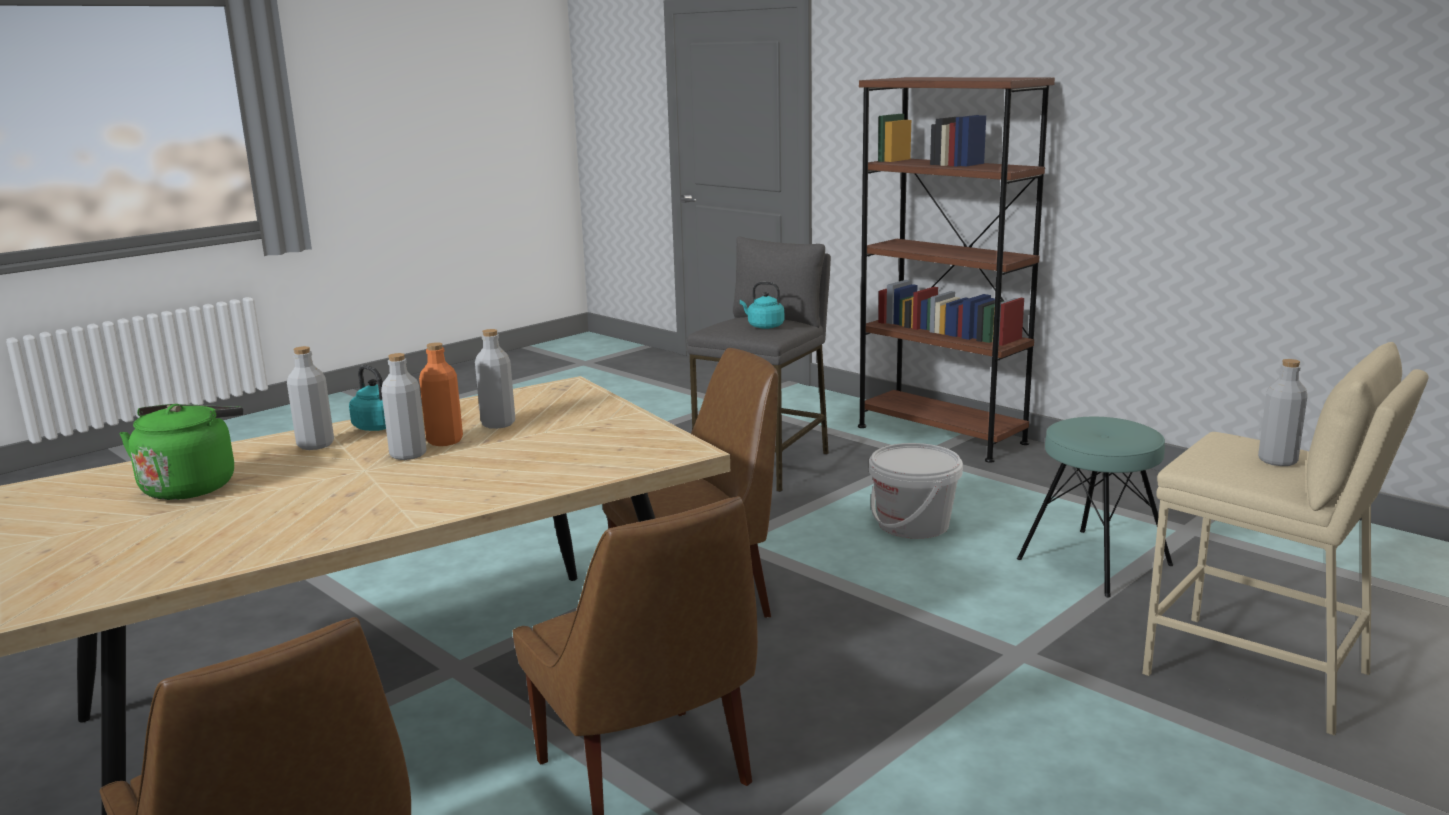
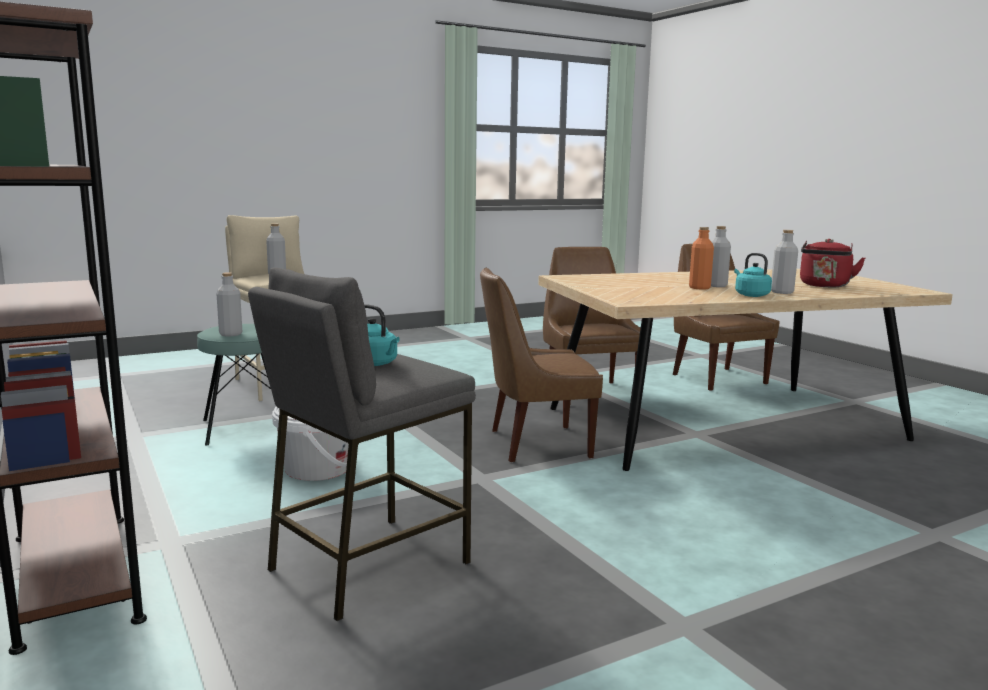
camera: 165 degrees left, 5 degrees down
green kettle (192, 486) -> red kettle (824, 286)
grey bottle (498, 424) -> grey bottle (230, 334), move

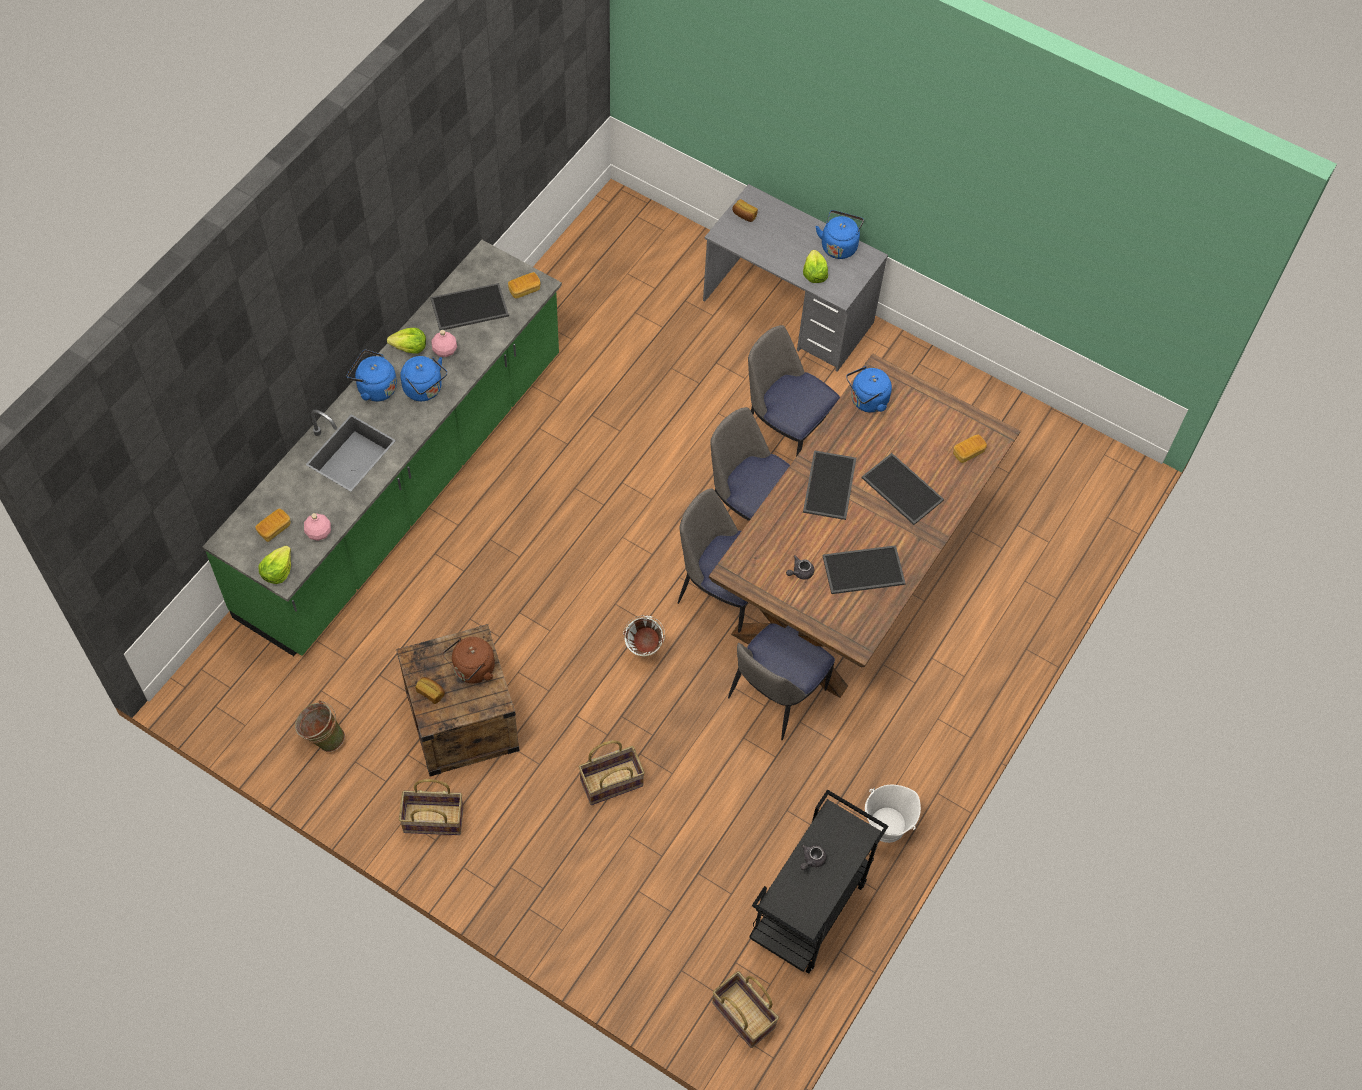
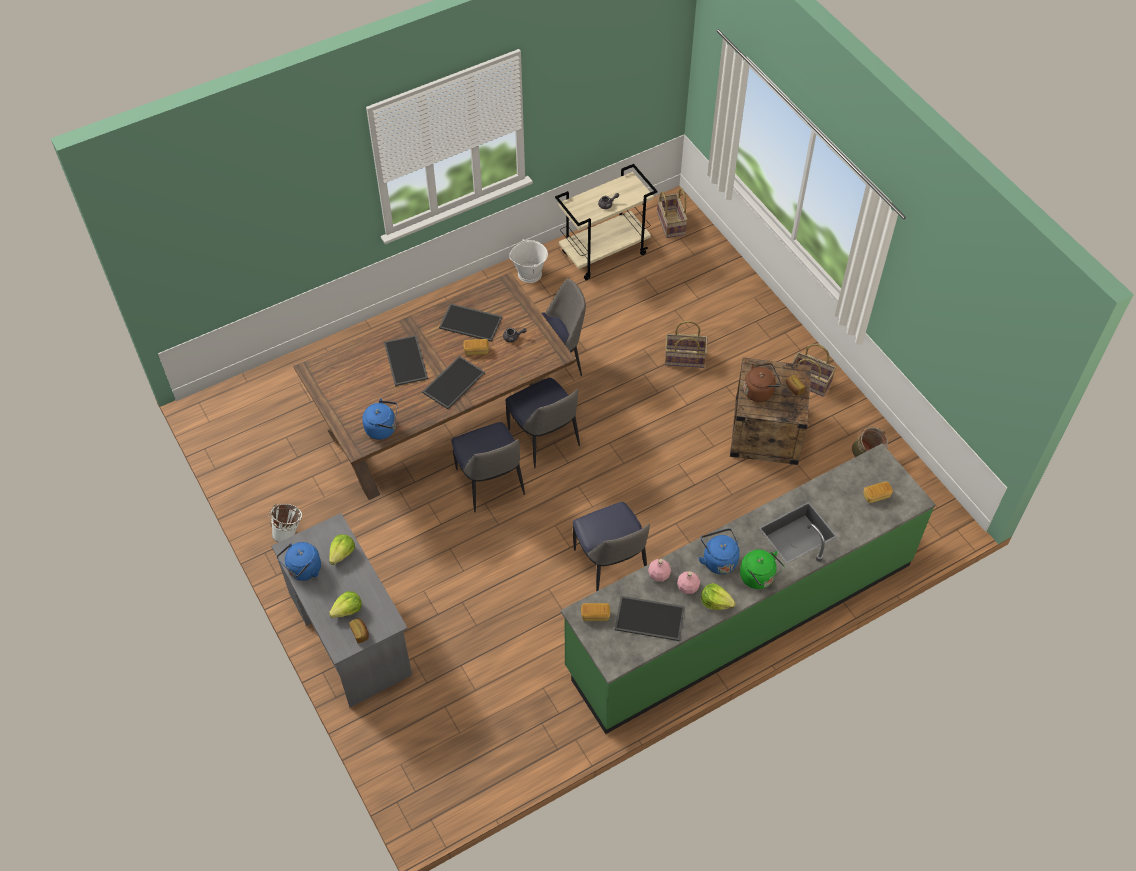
camera: 150 degrees left, 5 degrees down
lettuce (277, 571) -> lettuce (347, 610), move
pink bottle (318, 532) -> pink bottle (659, 575), move
blue kettle (374, 388) -> green kettle (759, 578)
white bucket (643, 651) -> white bucket (289, 533), move
chair (784, 433) -> chair (611, 565), move
black cart (808, 912) -> beige cart (604, 252)
bread (968, 453) -> bread (476, 350), move

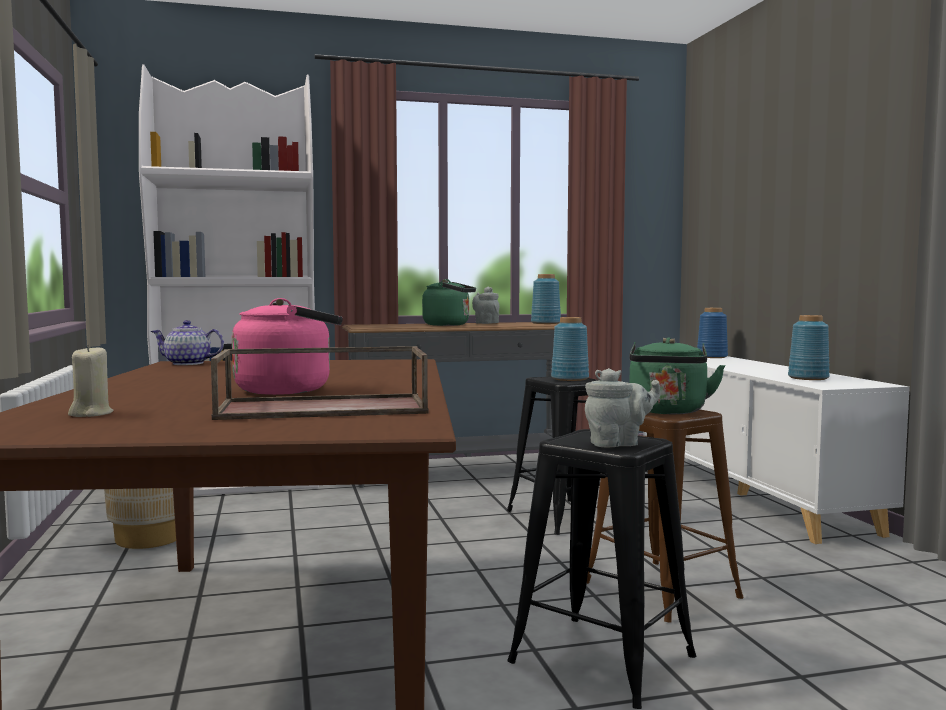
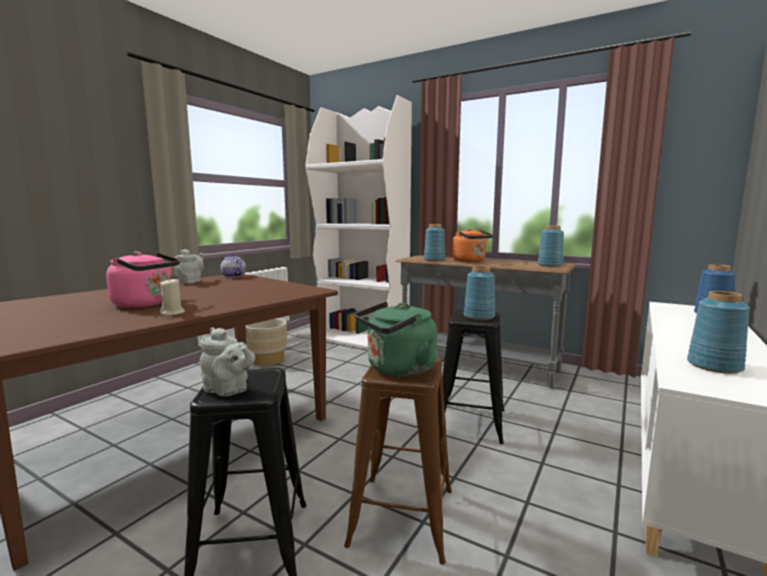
camera: 45 degrees right, 5 degrees up
beige candle (91, 414) -> beige candle (172, 313), move
brown tray (325, 407) -> none
green kettle (449, 325) -> orange kettle (470, 261)
grey teapot (485, 323) -> grey teapot (191, 282), move
none -> blue vase (434, 260)

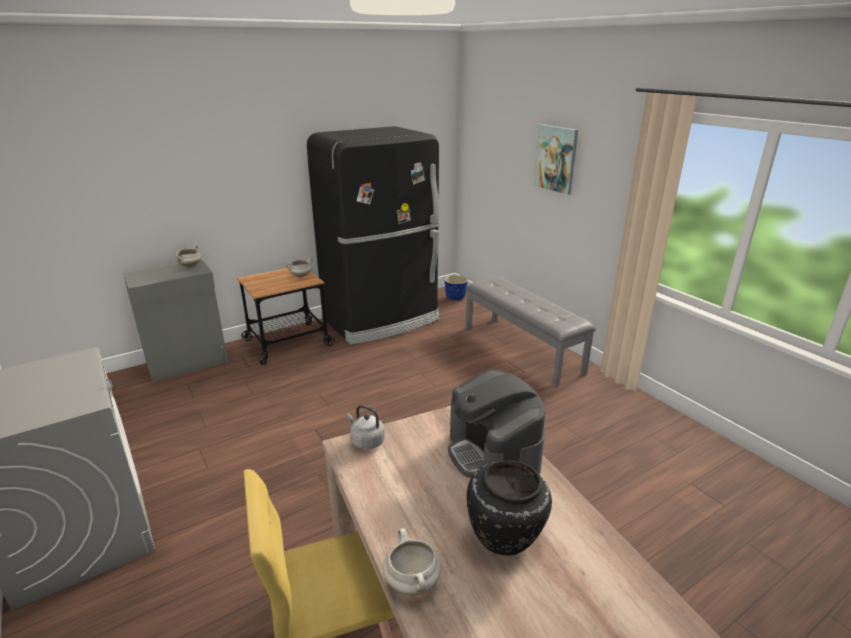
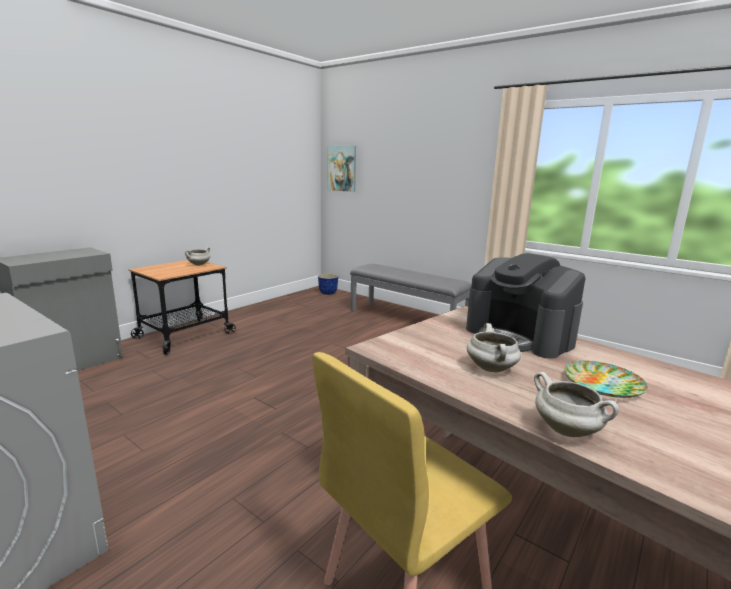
camera: 20 degrees left, 10 degrees down
white cooking pot (190, 266) -> white cooking pot (492, 369), move
black fridge (382, 320) -> none
grey kettle (366, 441) -> none
black vase (505, 538) -> plate (603, 384)
picture (556, 158) -> picture (342, 168), move

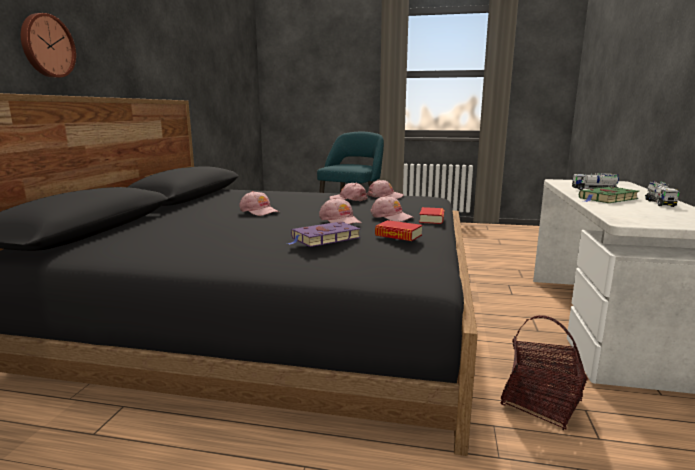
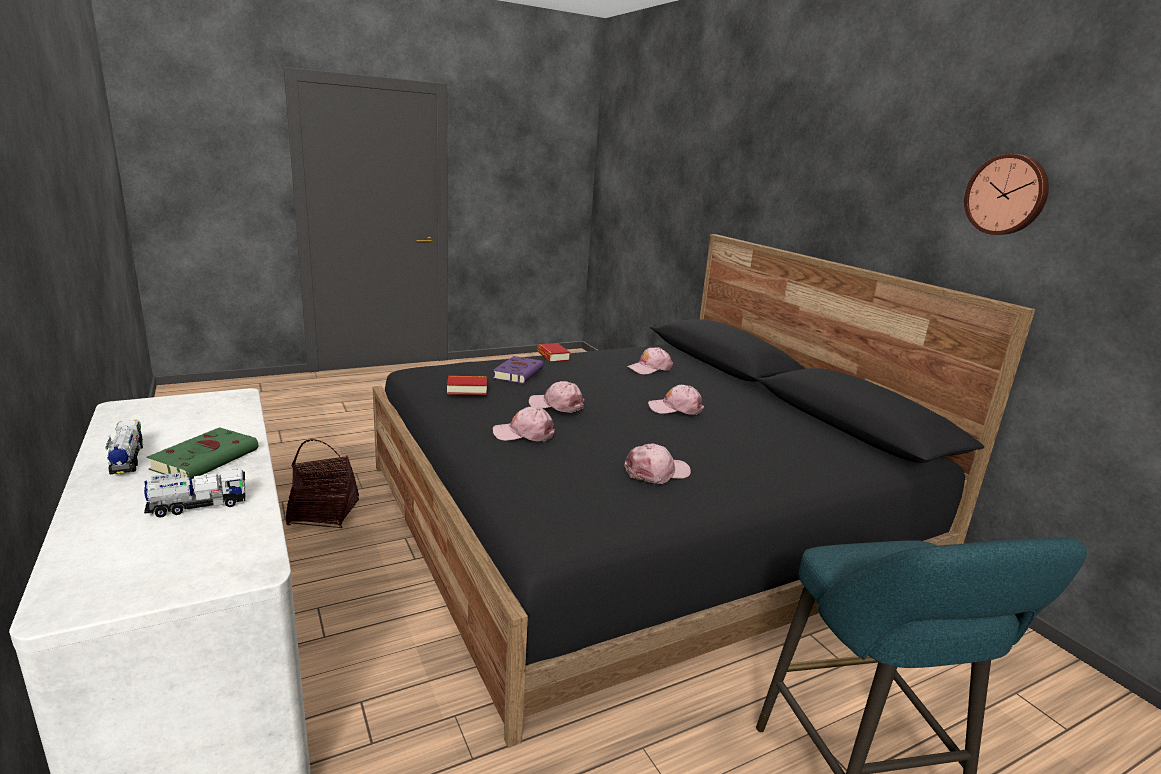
camera: 140 degrees right, 5 degrees up
wall clock (46, 46) -> wall clock (1007, 195), move
pink cap (385, 196) -> pink cap (649, 368), move
book (431, 219) -> book (553, 356), move

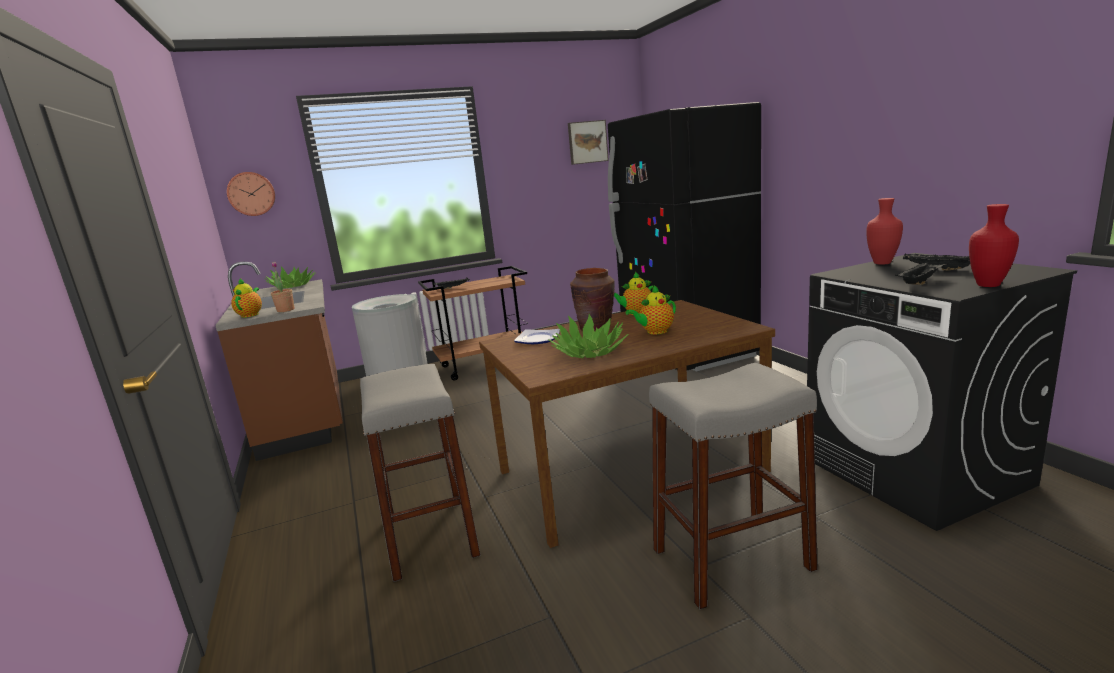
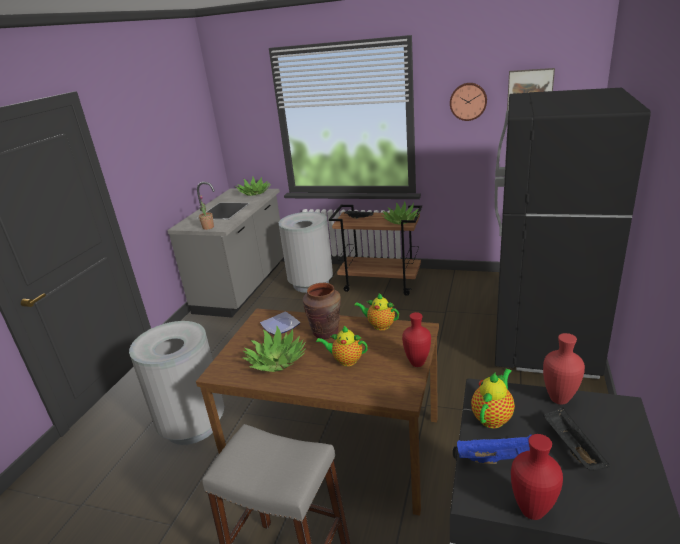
camera: 40 degrees right, 10 degrees up
brown counter (306, 416) -> grey counter (244, 287)
wall clock (251, 194) -> wall clock (468, 101), move
teapot (251, 314) -> teapot (493, 417), move
grey stool (430, 535) -> grey trash can (192, 424)
black tray (920, 282) -> blue tray (499, 458)
none -> potted plant (401, 221)
none -> red vase (416, 363)

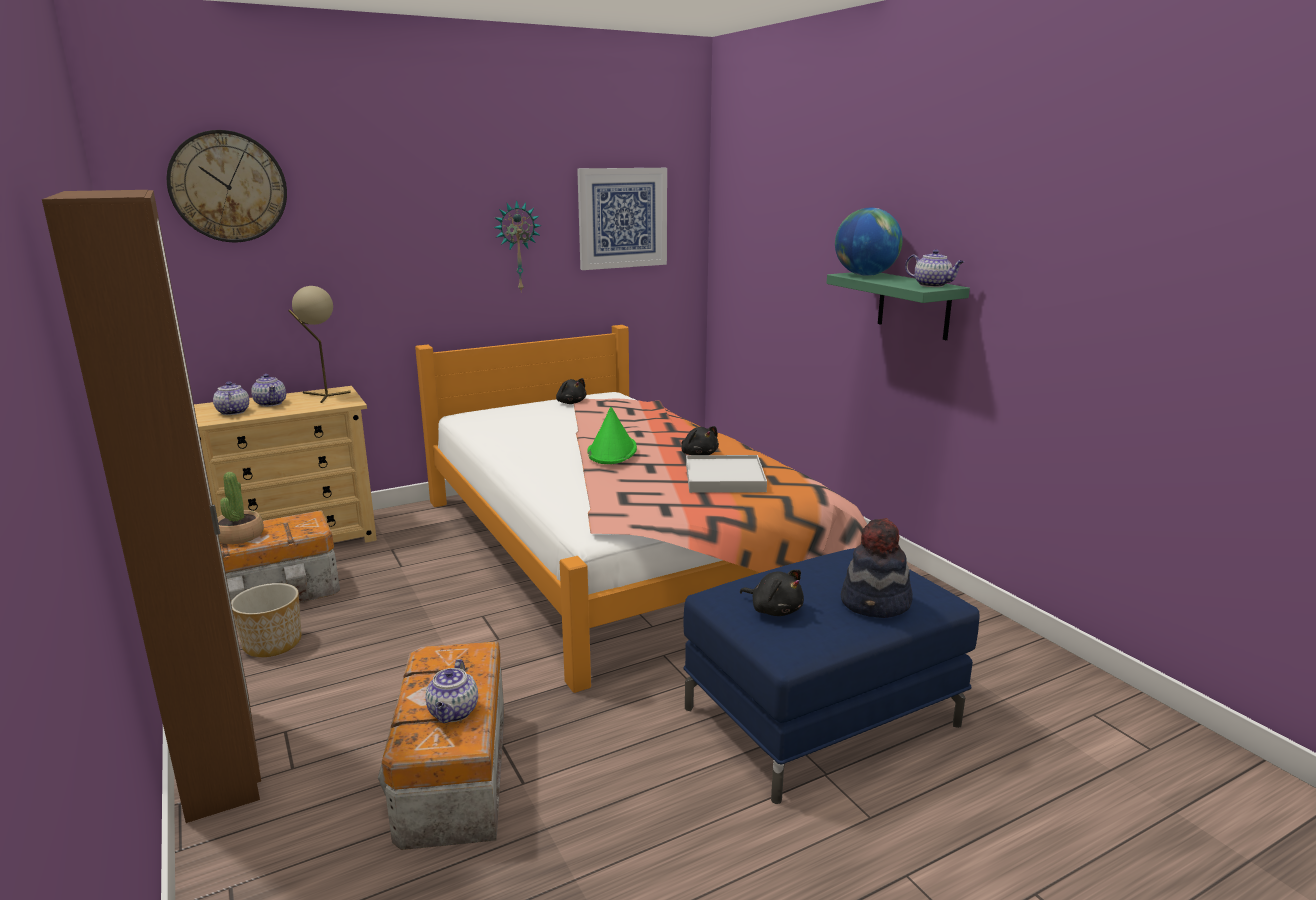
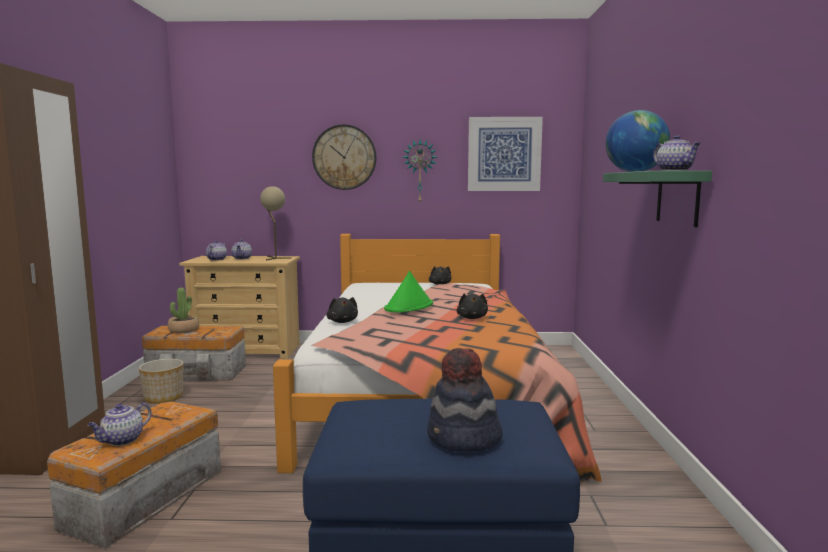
camera: 30 degrees right, 10 degrees down
wall clock (228, 187) -> wall clock (344, 157), move
white tray (724, 478) -> none
black plush toy (774, 610) -> black plush toy (342, 322), move

